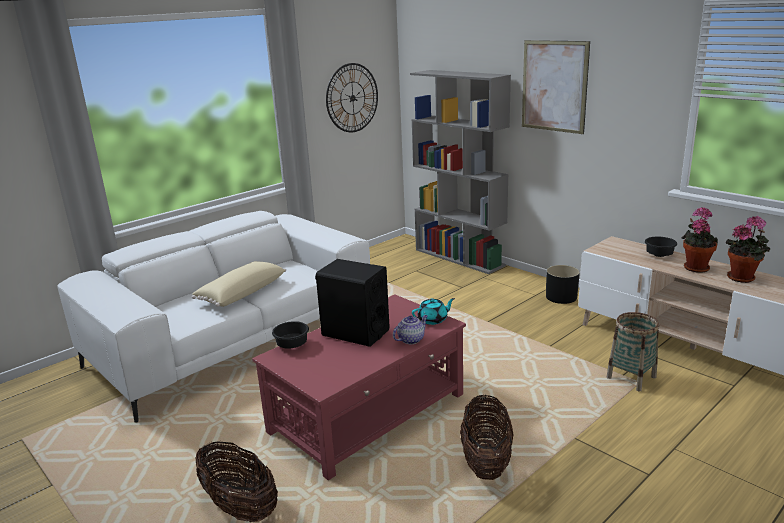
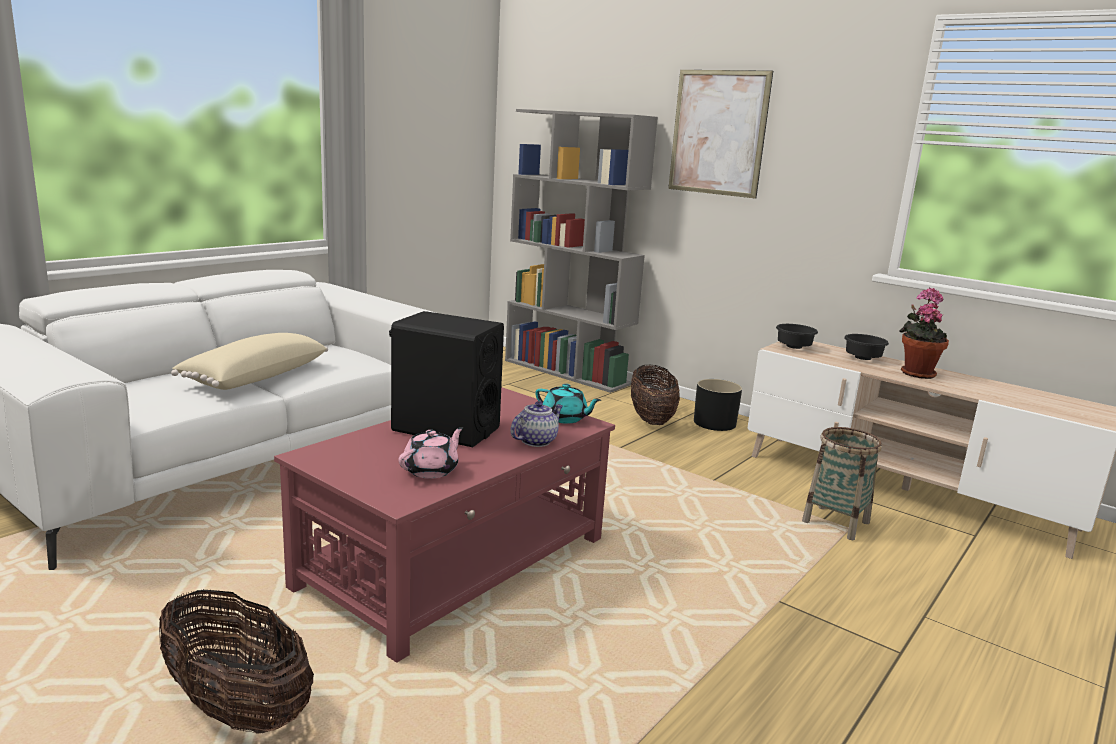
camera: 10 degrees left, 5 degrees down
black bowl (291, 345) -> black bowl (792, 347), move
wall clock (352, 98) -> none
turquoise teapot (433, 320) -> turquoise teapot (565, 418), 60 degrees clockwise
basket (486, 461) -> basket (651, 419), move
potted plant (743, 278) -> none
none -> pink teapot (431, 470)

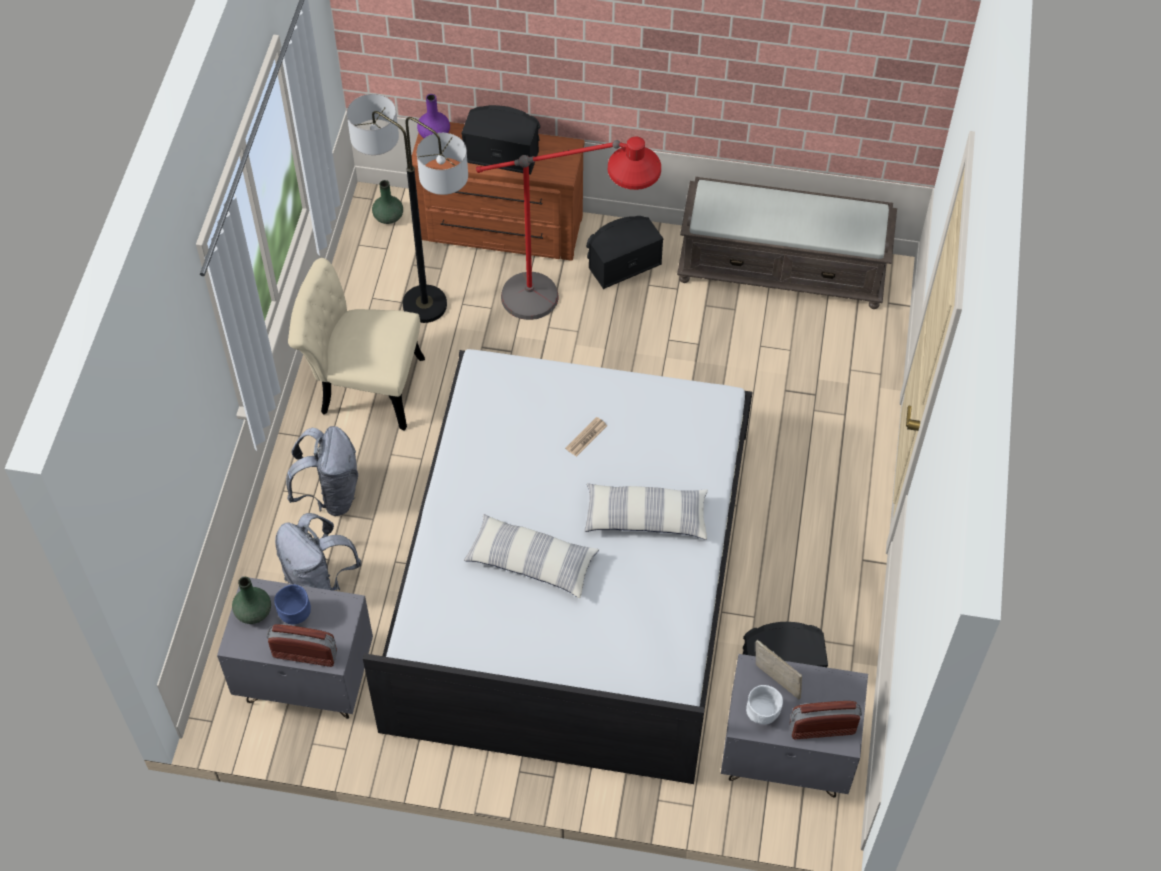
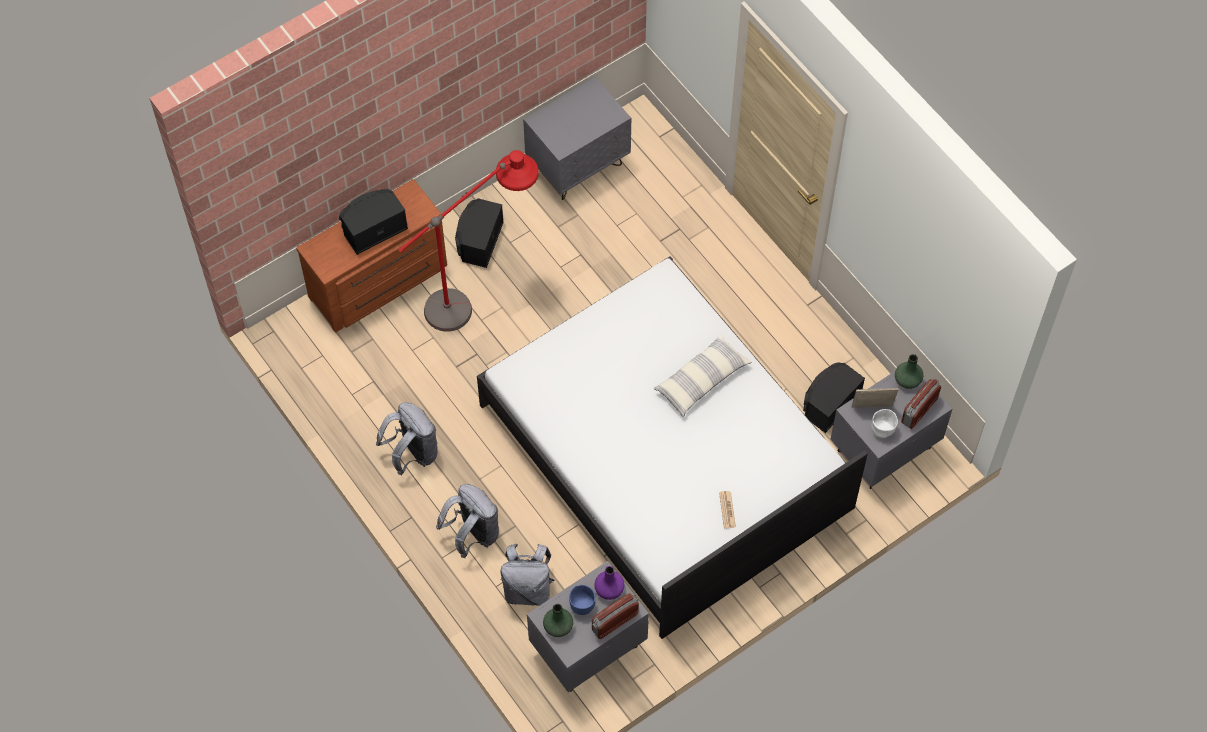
camera: 45 degrees left, 5 degrees up
beige chair (362, 386) -> grey backpack (412, 453)
floor lamp (424, 305) -> none
green vase (388, 216) -> green vase (907, 380), move
purple vase (434, 134) -> purple vase (609, 589), move
pillow (531, 562) -> none
newspaper (586, 437) -> newspaper (727, 510), move
brown bench (783, 270) -> grey nightstand (578, 166)

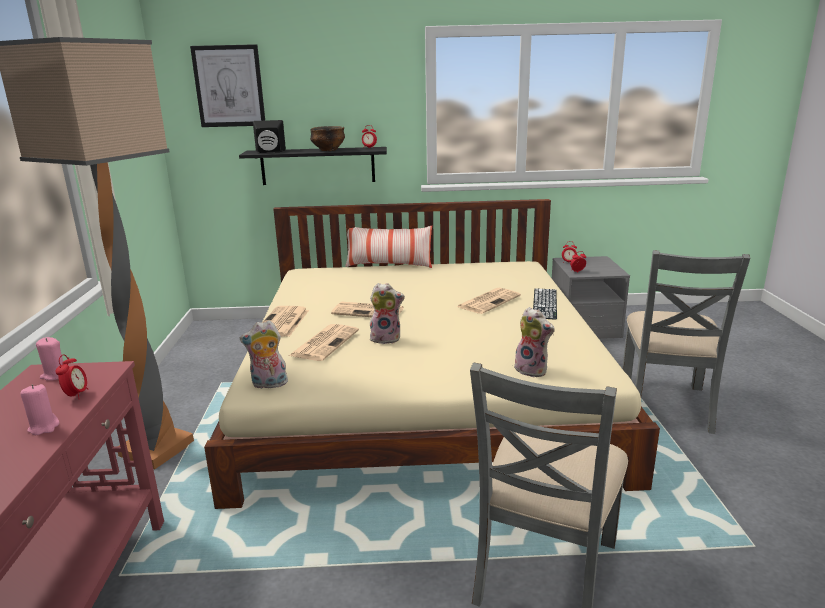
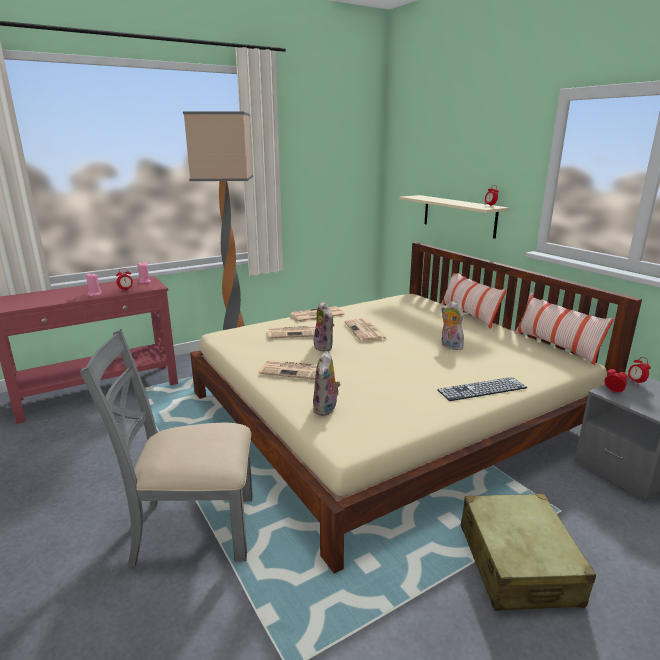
camera: 60 degrees right, 0 degrees up
picture (229, 86) -> none
black shelf (318, 166) -> beige shelf (459, 215)
plush toy (268, 384) -> plush toy (449, 346), move
black speaker (270, 152) -> none
bowl (328, 150) -> none
newspaper (489, 301) -> newspaper (296, 370), move
grey chair (666, 405) -> beige suitcase (518, 564)
none -> pillow (556, 346)

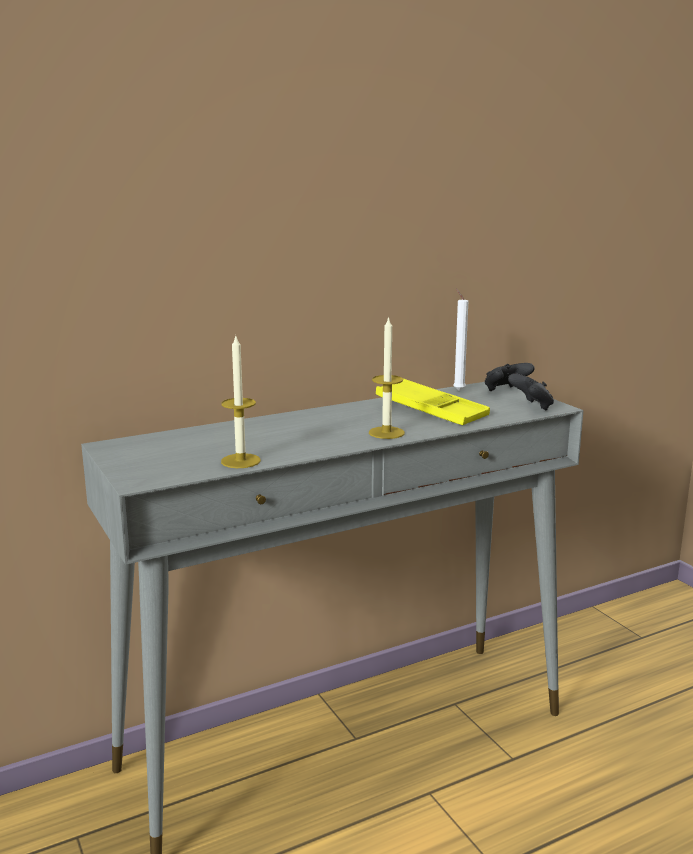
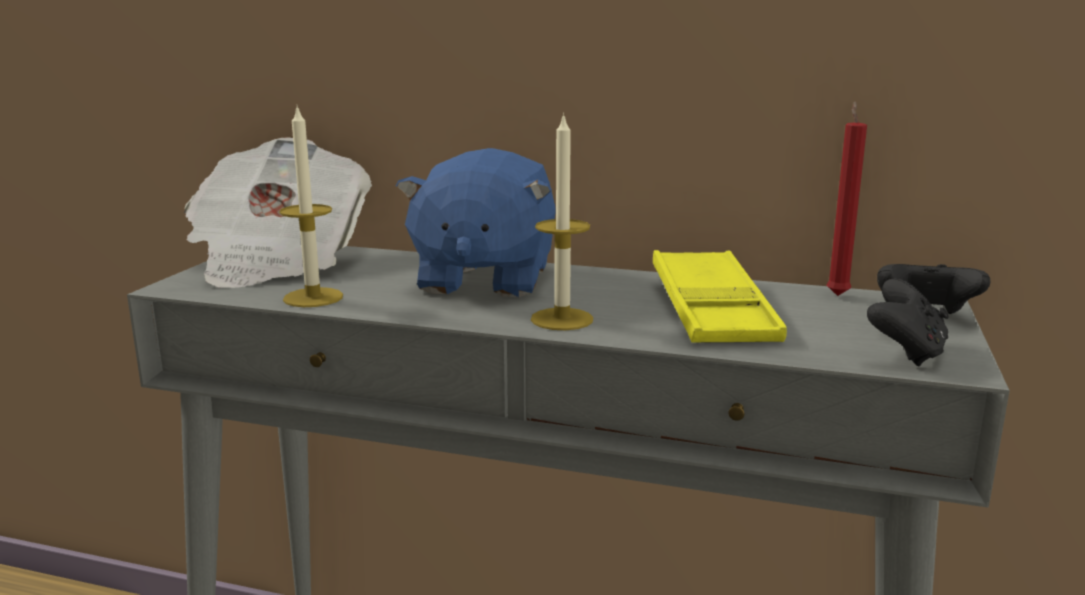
camera: 45 degrees right, 0 degrees up
white candle (457, 390) -> red candle (837, 294)
none -> newspaper (278, 260)
none -> blue plush toy (483, 279)

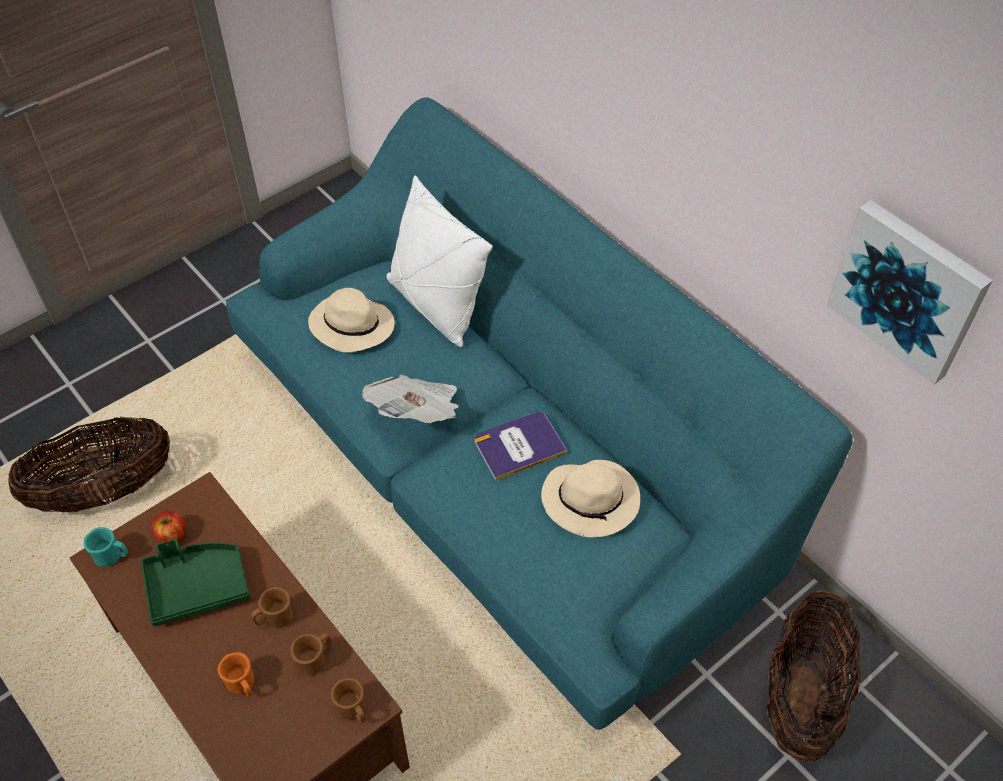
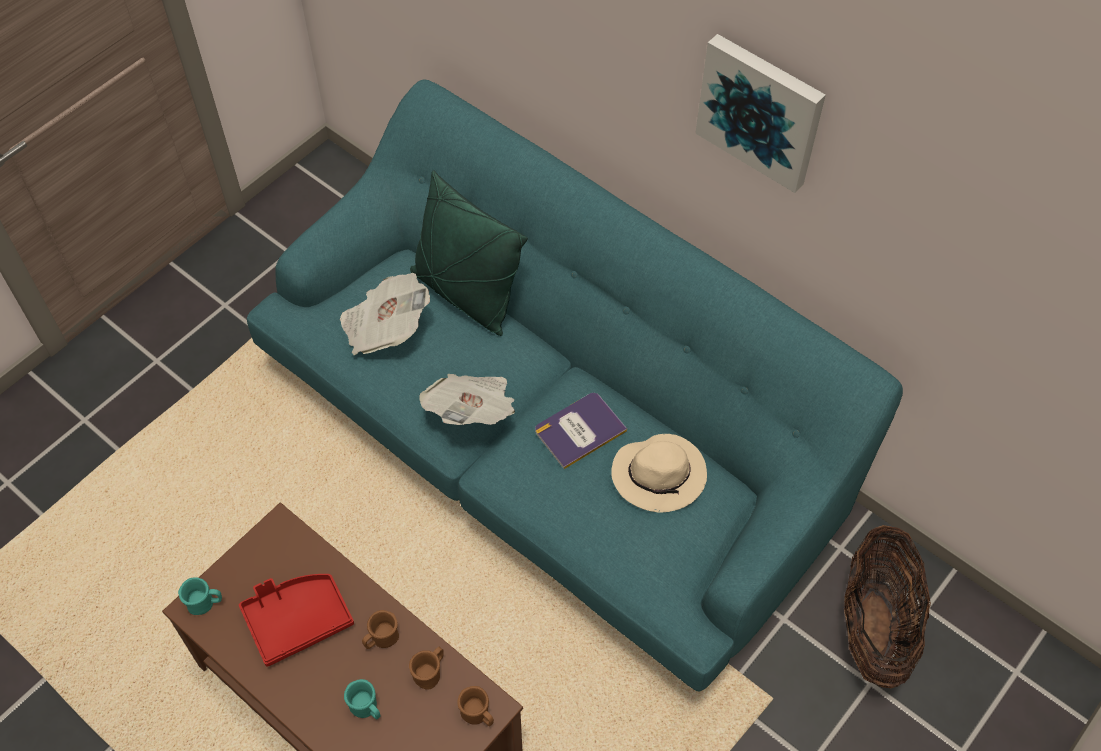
camera: 10 degrees left, 5 degrees up
basket (105, 491) -> none
green tray (197, 586) -> red tray (297, 620)
apple (172, 535) -> none
orange mug (243, 685) -> turquoise mug (367, 709)
beige hat (350, 326) -> newspaper (385, 328)
white pillow (435, 305) -> green pillow (466, 294)
picture (908, 289) -> picture (761, 110), move

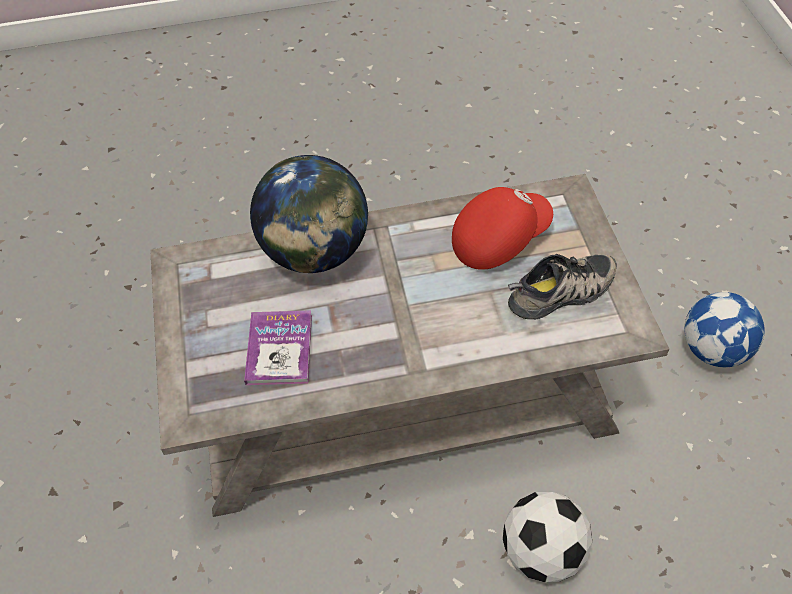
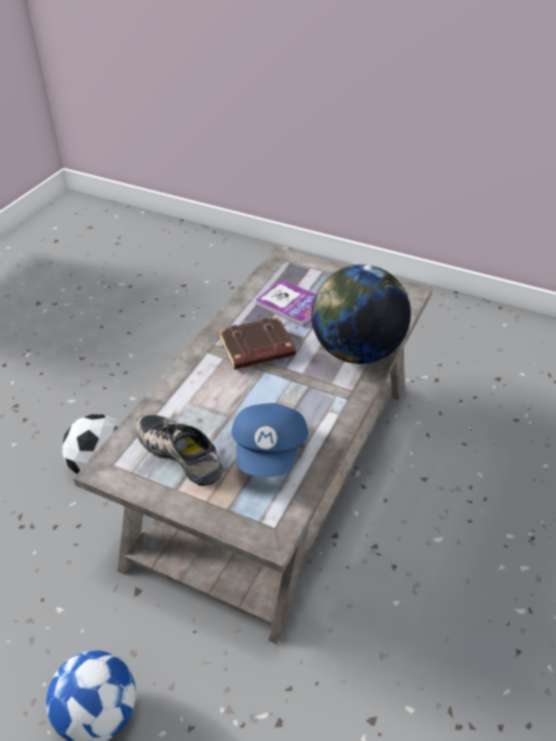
camera: 125 degrees right, 10 degrees down
red cap (499, 239) -> blue cap (270, 451)
shoe (562, 294) -> shoe (182, 452), 120 degrees clockwise
none -> brown book (256, 349)

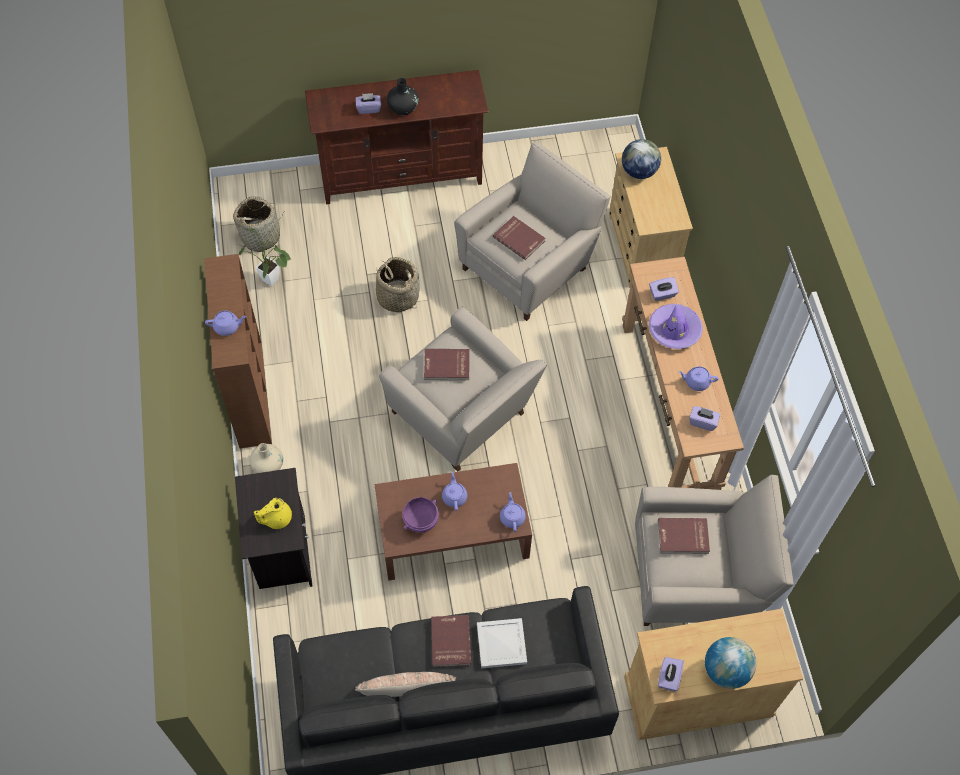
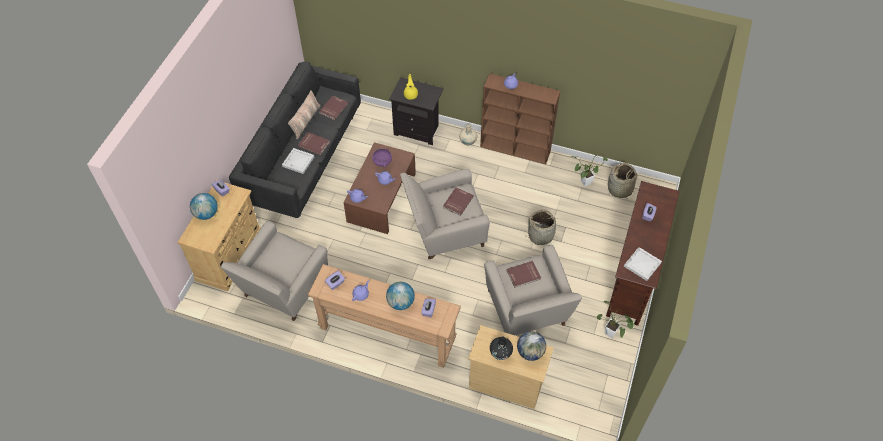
camera: 120 degrees right, 5 degrees down
black vase (403, 108) -> black vase (500, 352), move
purple hat (674, 330) -> globe (400, 303)
red book (683, 537) -> red book (333, 108), move
none -> potted plant (612, 334)
none -> white tray (642, 264)

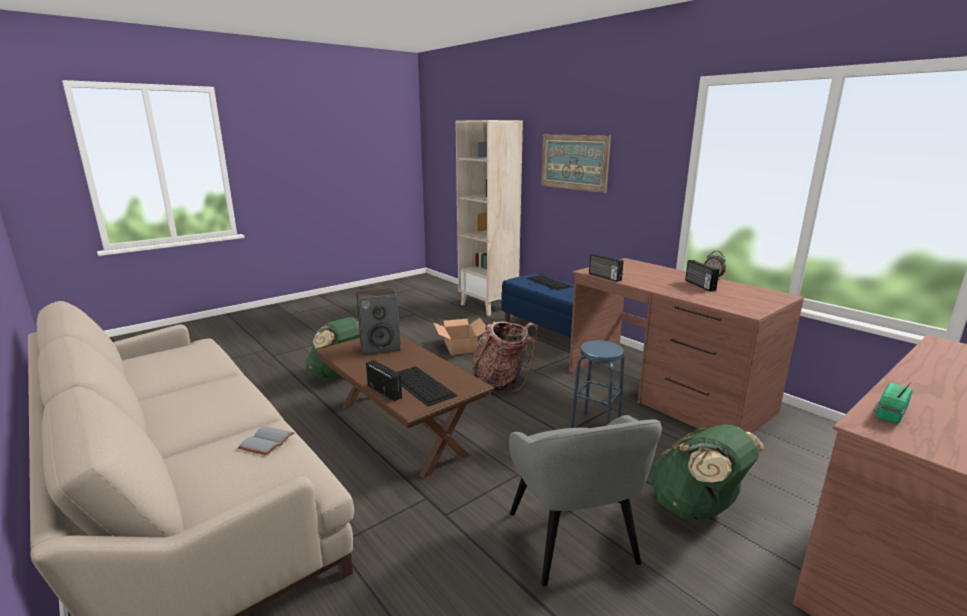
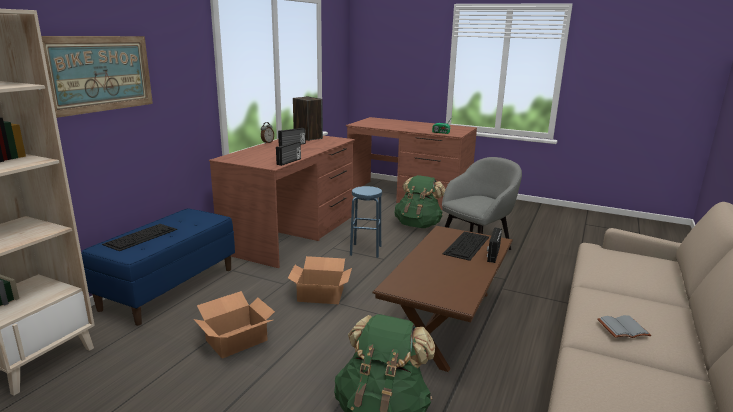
camera: 115 degrees left, 0 degrees up
grey book (267, 442) -> grey book (623, 328), move
speaker (380, 347) -> speaker (307, 138), move
backpack (502, 382) -> cardboard box (320, 294)

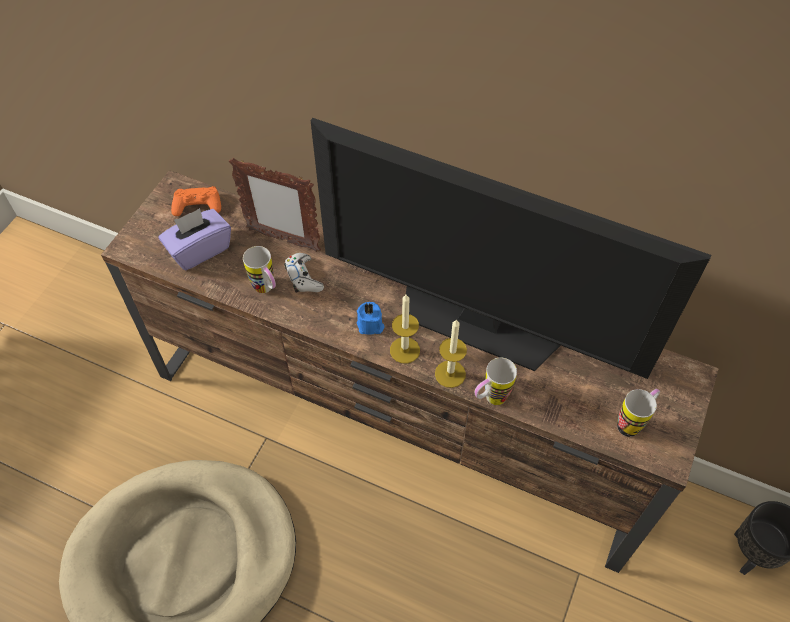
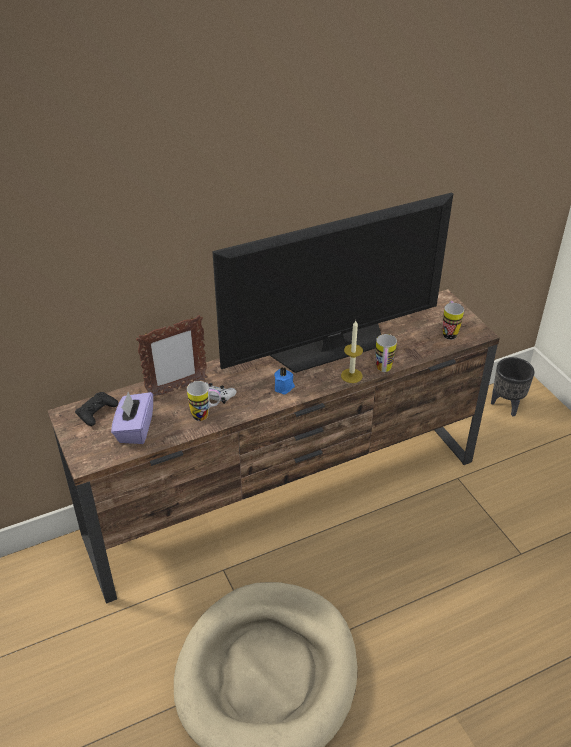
camera: 50 degrees left, 15 degrees down
orange game controller (197, 205) -> black game controller (96, 411)
candle (404, 350) -> none

